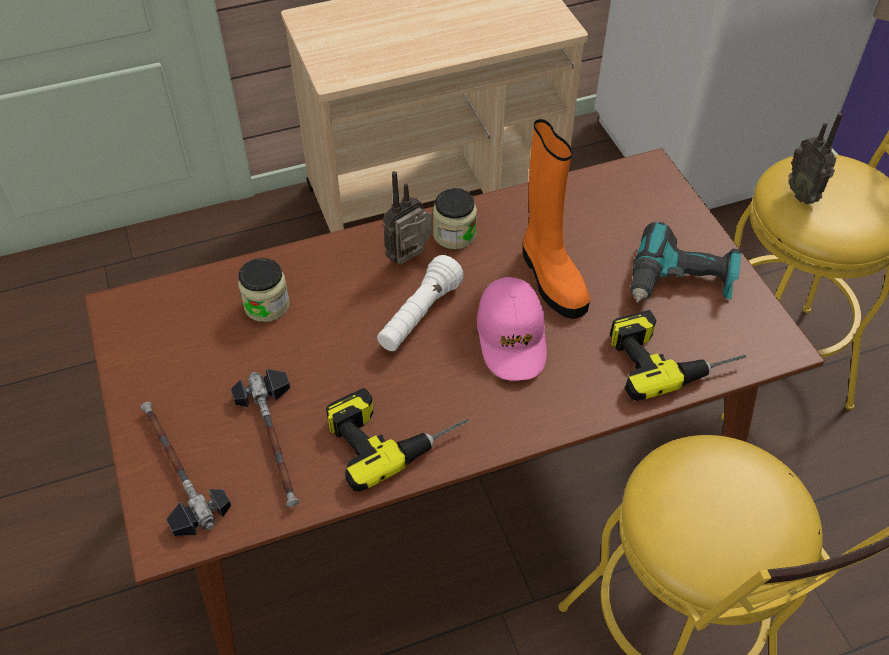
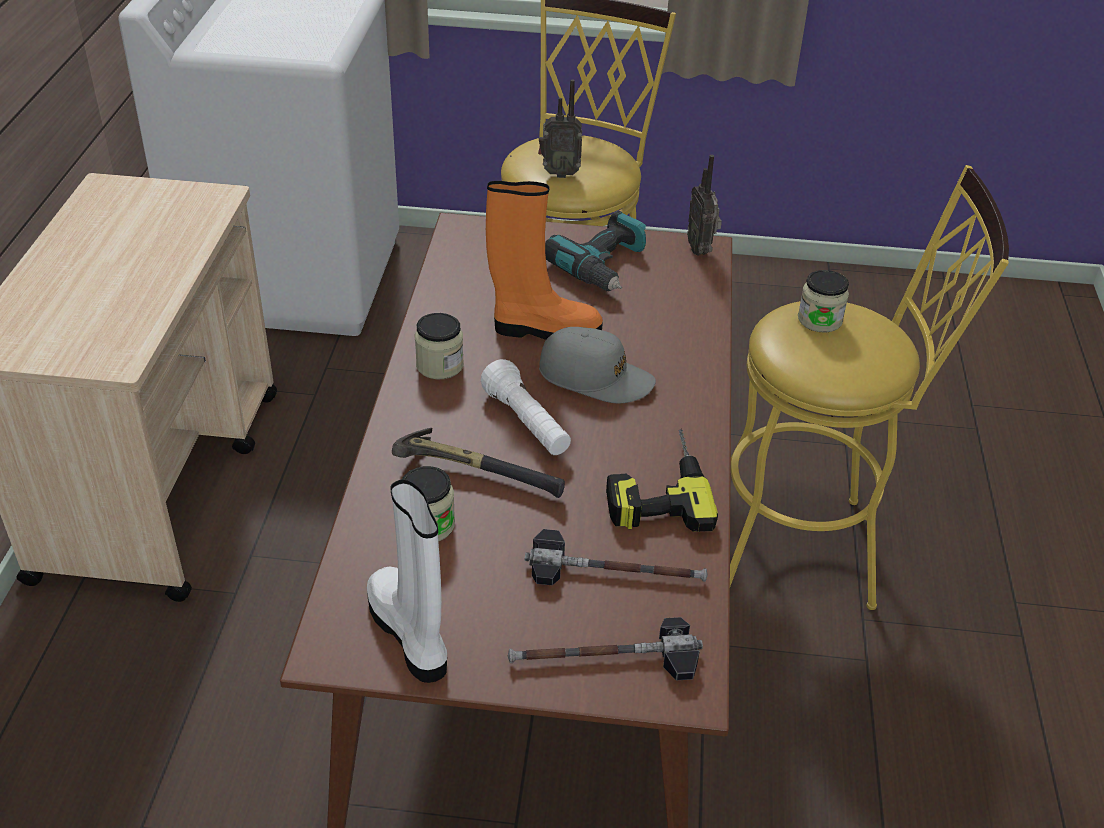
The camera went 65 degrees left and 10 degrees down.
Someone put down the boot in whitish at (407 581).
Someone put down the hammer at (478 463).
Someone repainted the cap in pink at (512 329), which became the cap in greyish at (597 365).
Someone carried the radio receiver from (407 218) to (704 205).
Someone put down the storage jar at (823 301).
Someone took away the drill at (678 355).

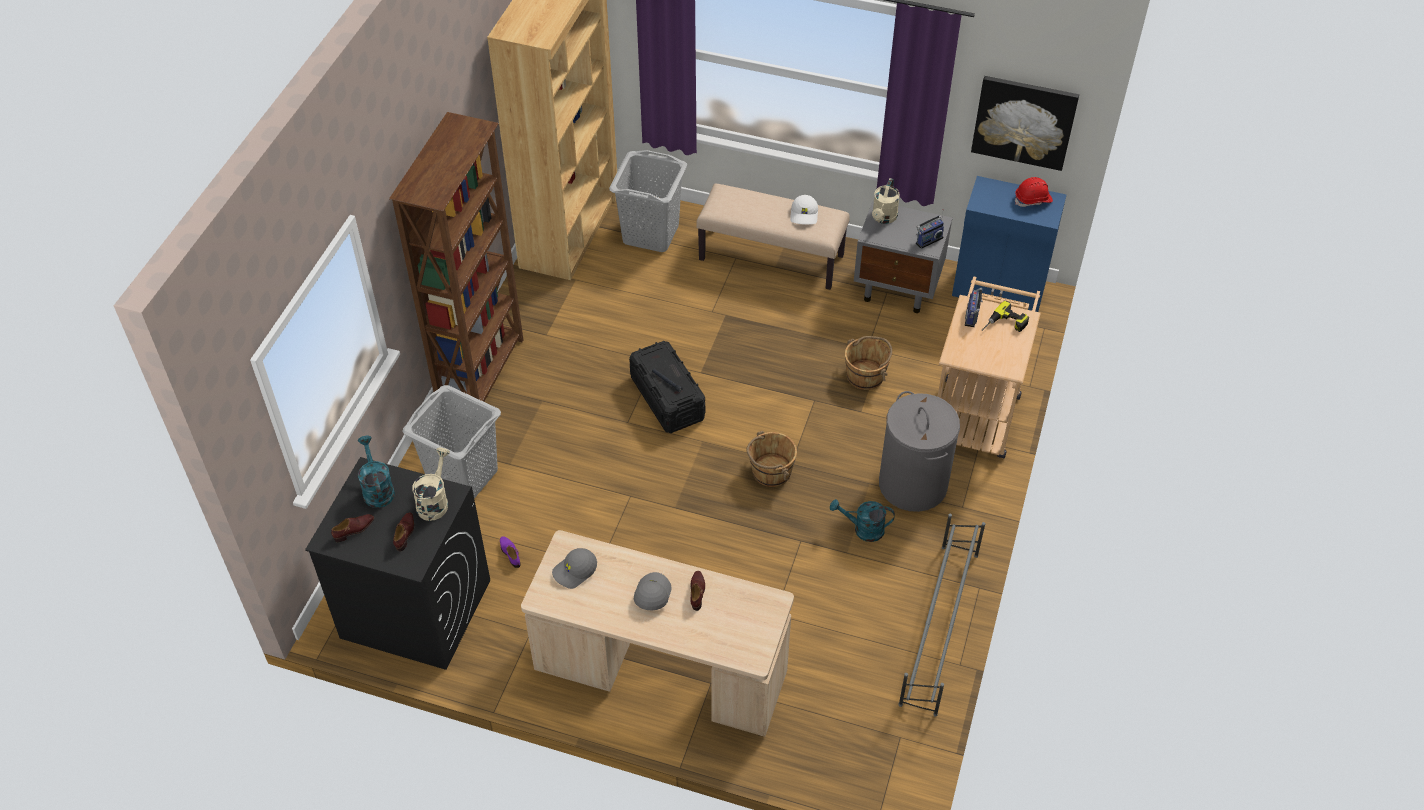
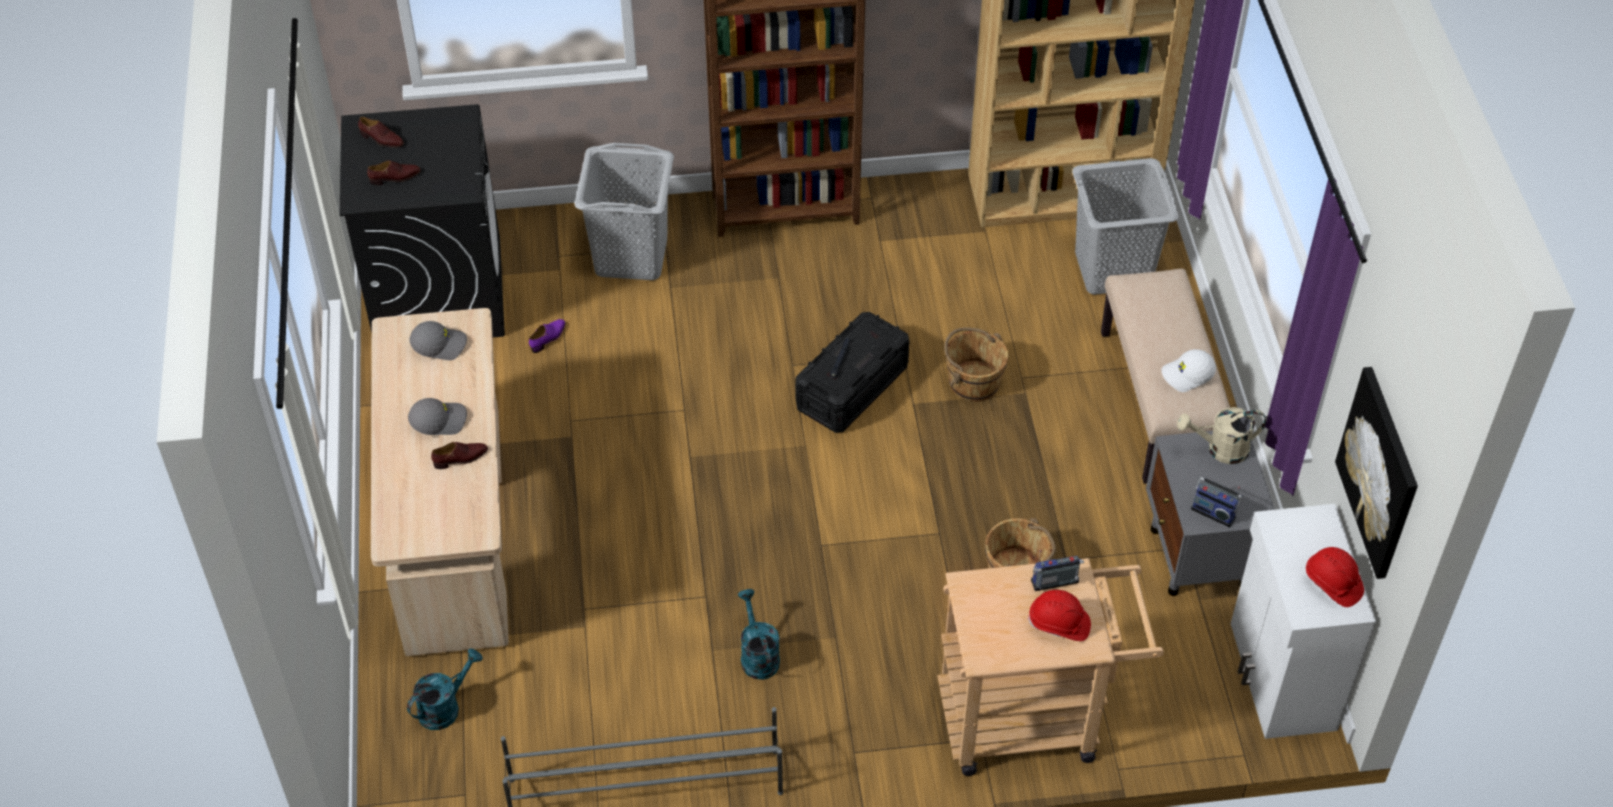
The camera went 65 degrees right and 0 degrees up.
Someone carried the watering can in turquoise from (376 471) to (445 689).
Someone rotated the cap in greyish at (574 568) by 150 degrees clockwise.
Someone carried the pail in brownish from (771 459) to (976 364).
Someone swapped the drill at (1005 316) for the work helmet in red at (1059 615).
Someone repainted the cupboard in blue-coloured at (1009 244), which became the cupboard in whitish at (1303 621).
Someone took away the watering can in beige at (431 484).
Someone took away the hamper in greyish at (919 451).

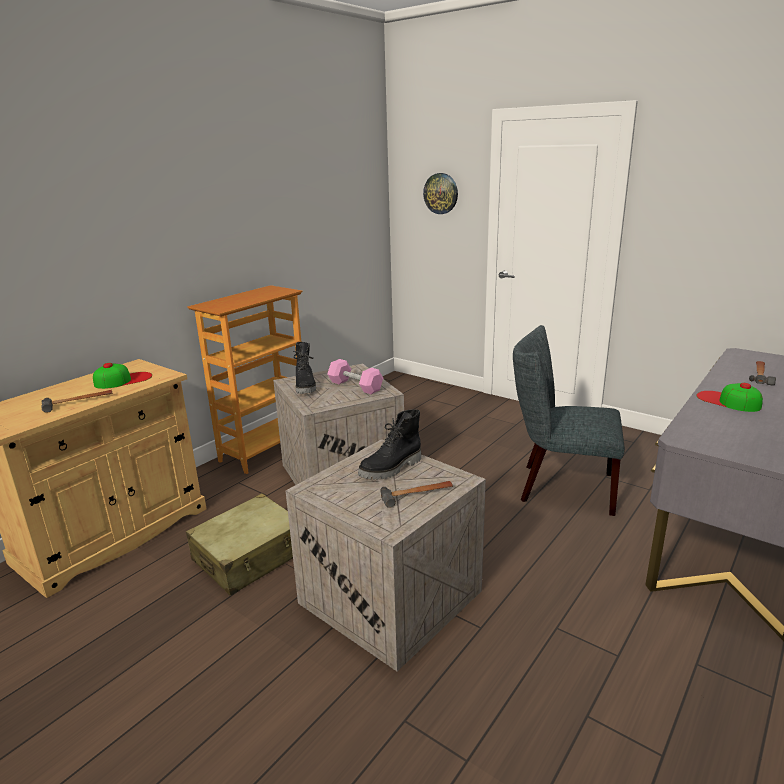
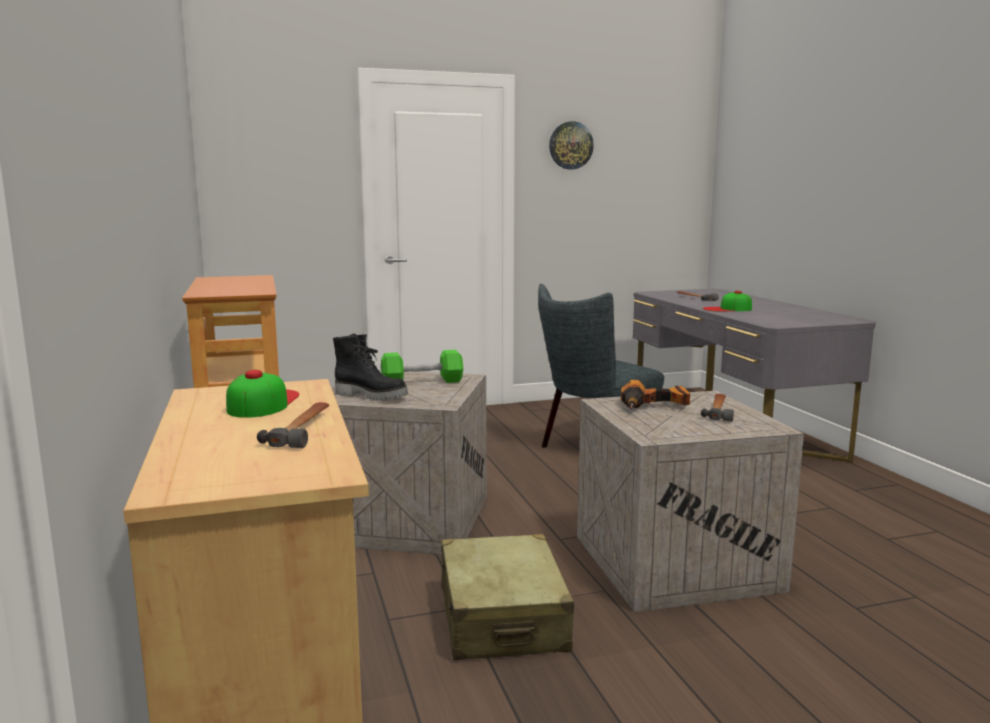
The camera went 55 degrees left and 10 degrees down.
Someone repainted the free weight in pink at (355 376), which became the free weight in green at (422 366).
Someone carried the clock on the wall from (440 193) to (571 145).
Someone swapped the boot in black at (389 444) for the drill at (655 394).

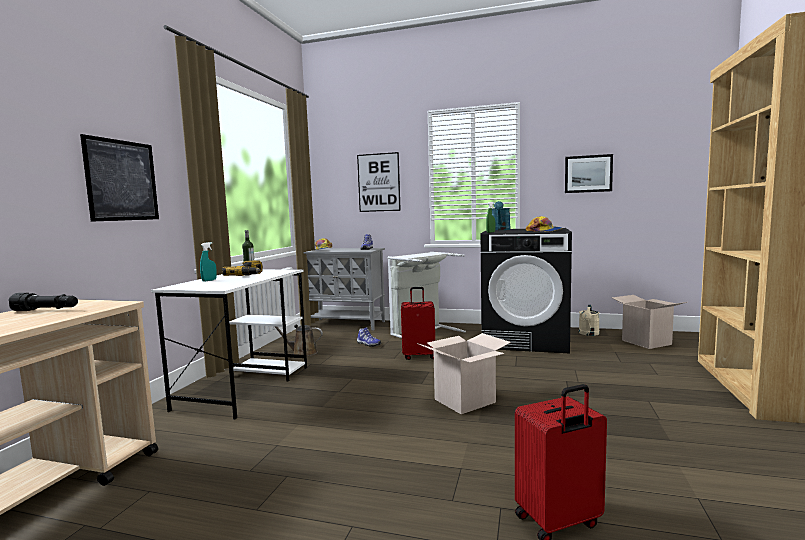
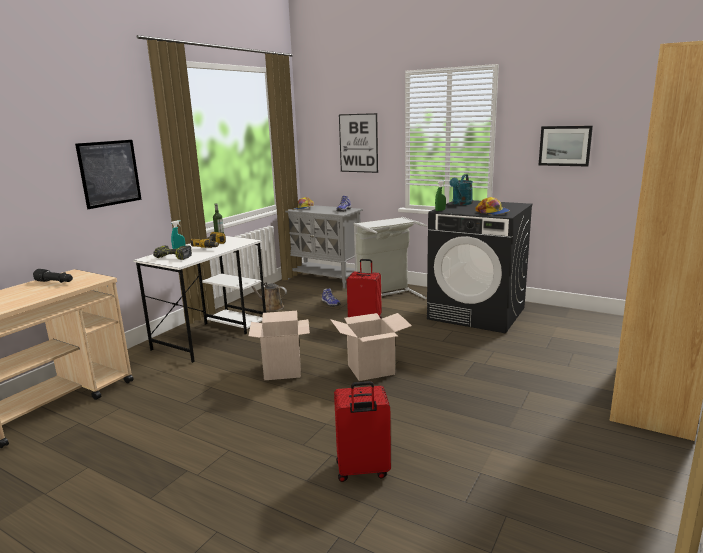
The camera went 15 degrees right and 10 degrees up.
Someone put down the drill at (172 252).
Someone carried the packing box from (649 322) to (279 345).
Someone took away the watering can in beige at (589 320).

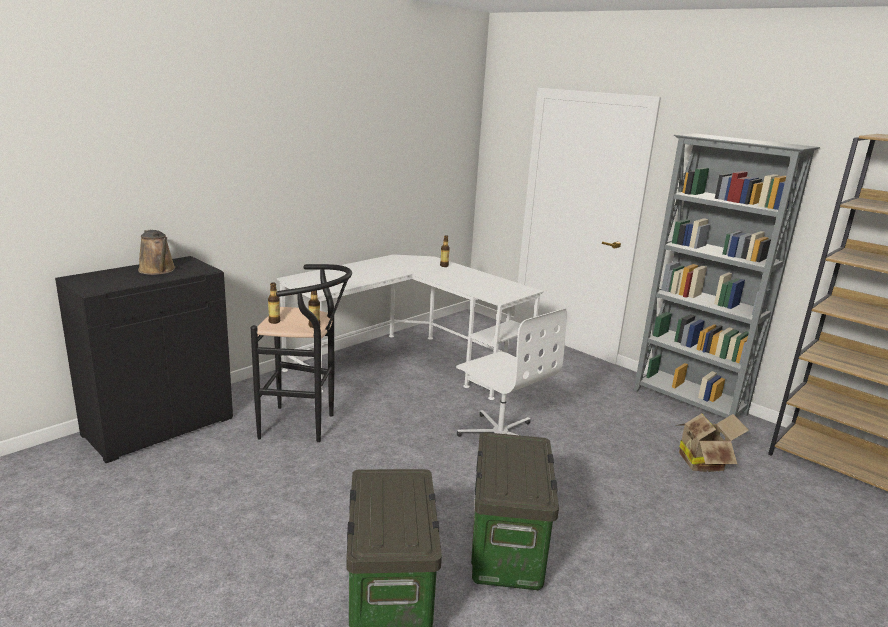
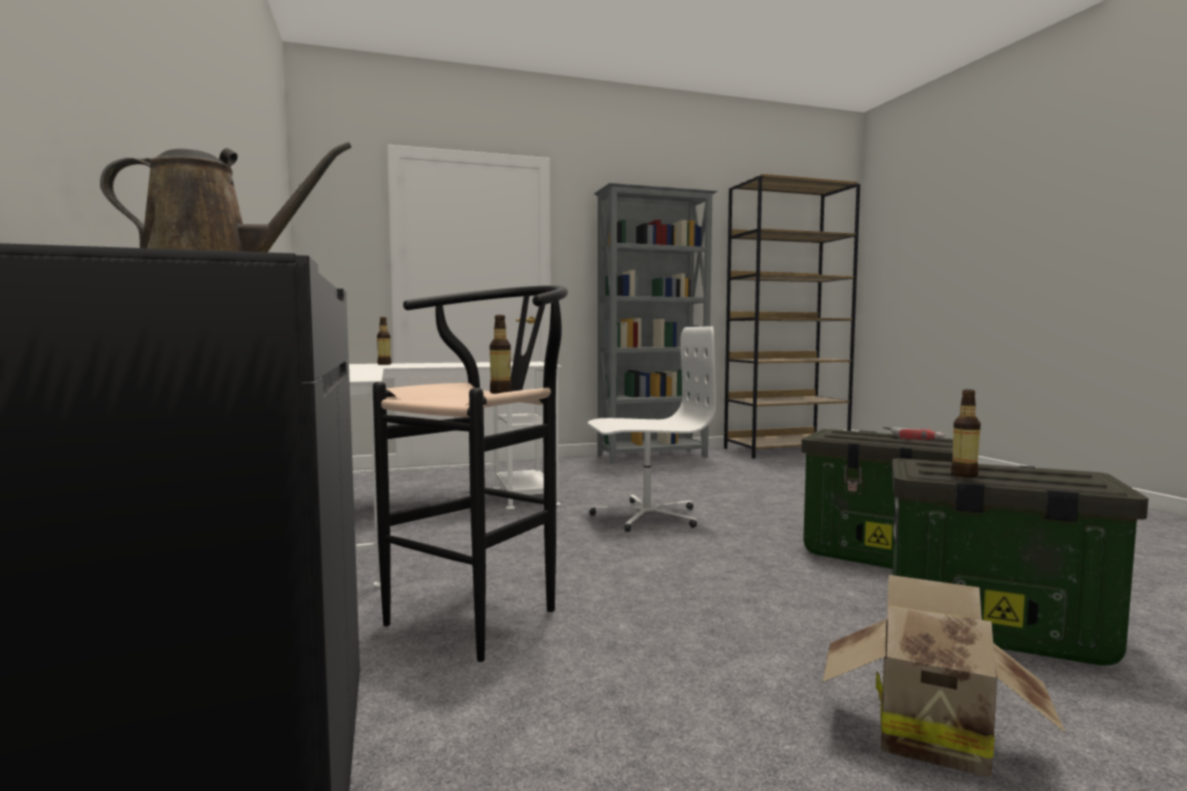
The camera went 60 degrees left and 15 degrees down.
Someone carried the packing box from (714 442) to (944 676).
Someone put down the drill at (914 433).
Someone carried the drink bottle from (274 303) to (966 433).

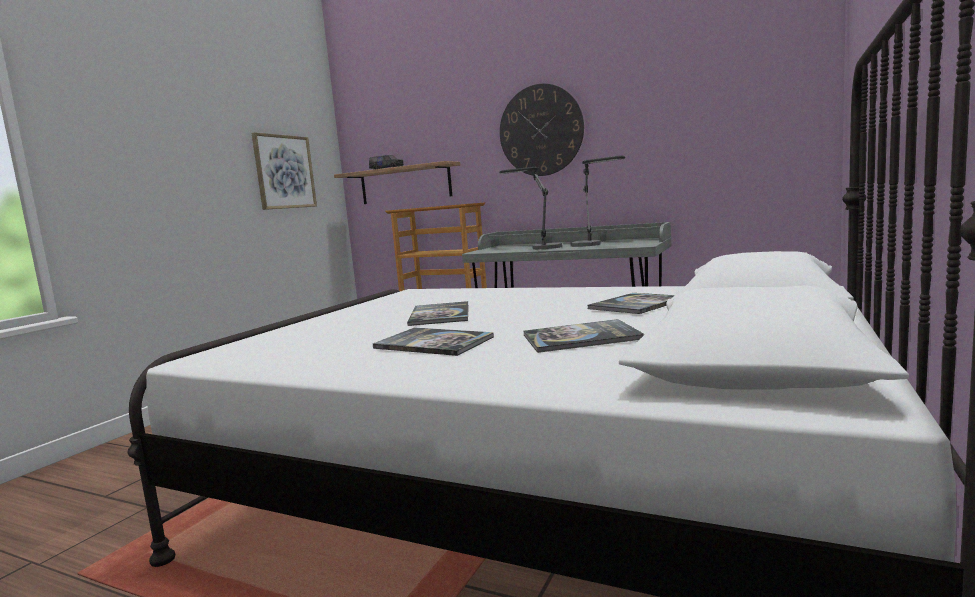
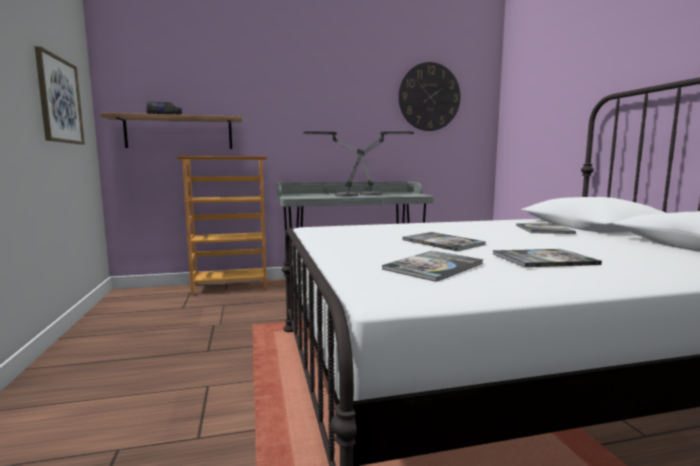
The camera went 40 degrees left and 0 degrees up.
Someone carried the book from (584 336) to (432 266).
Someone carried the clock on the wall from (542 130) to (429 96).

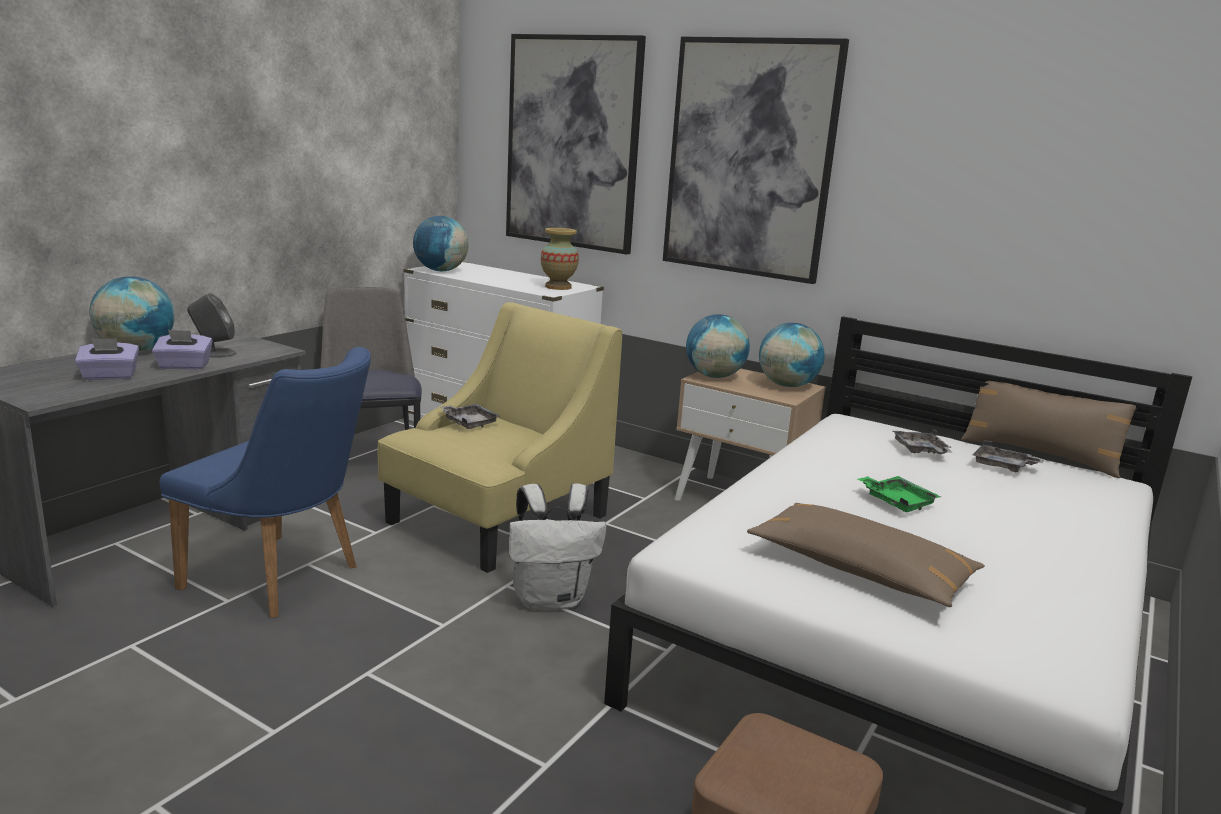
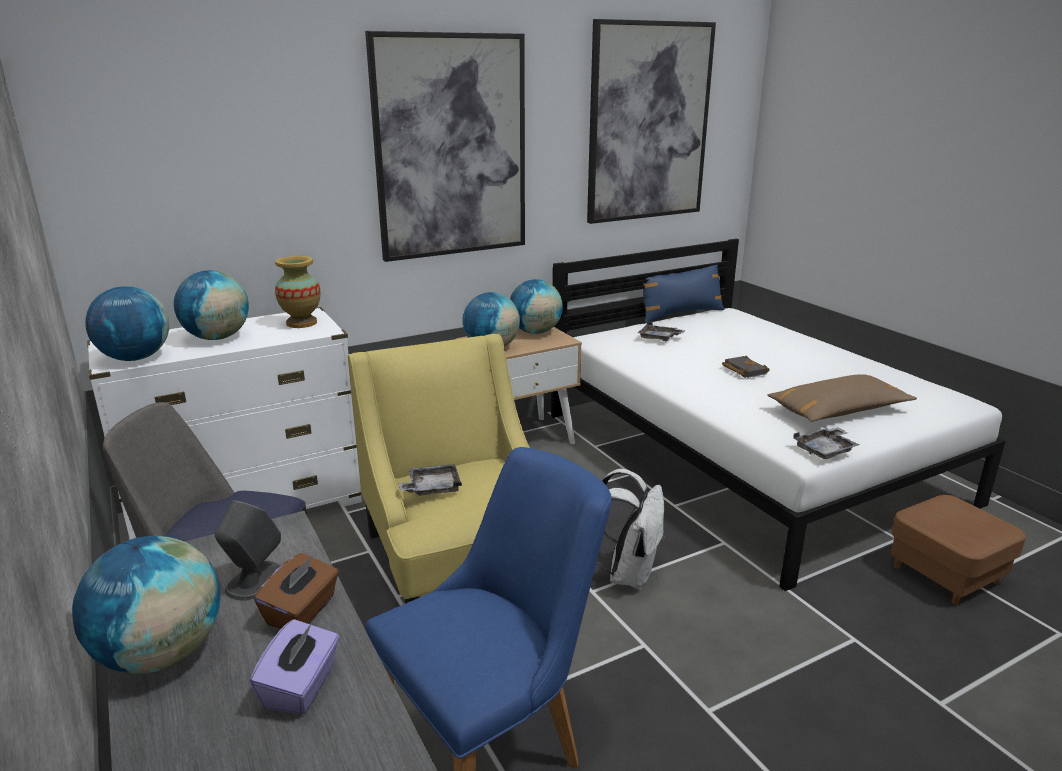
The camera went 60 degrees left and 5 degrees up.
Someone put down the globe at (211 305).
Someone repainted the box of tissues in purple-coloured at (182 349), which became the box of tissues in brownish at (296 591).
Someone carried the wall picture from (576 144) to (651 121).
Someone repainted the pillow in brownish at (1049 429), which became the pillow in blue-coloured at (684 294).
Someone swapped the carrying tray in green at (899 494) for the book in black at (746 366).
Someone carried the carrying tray in greyish from (1009 456) to (826 443).

